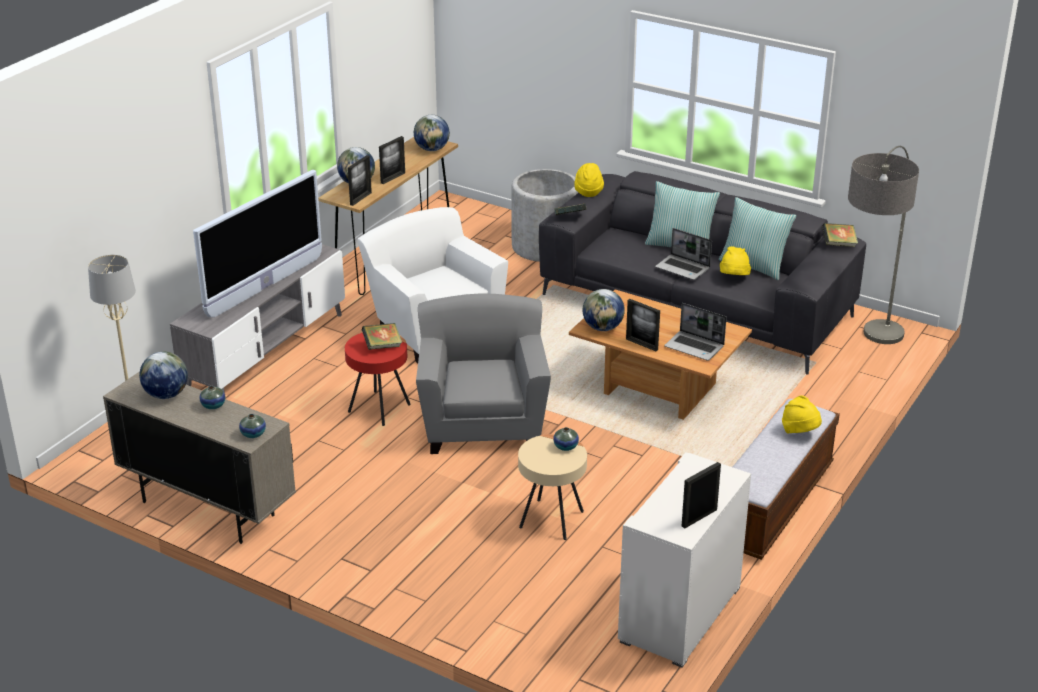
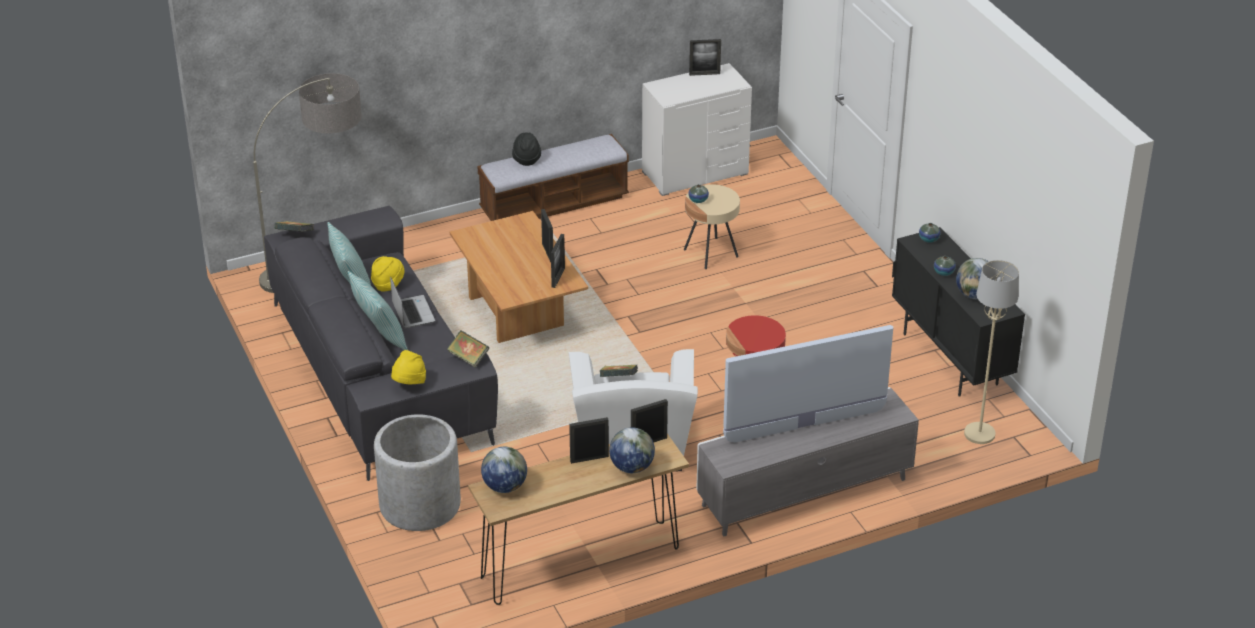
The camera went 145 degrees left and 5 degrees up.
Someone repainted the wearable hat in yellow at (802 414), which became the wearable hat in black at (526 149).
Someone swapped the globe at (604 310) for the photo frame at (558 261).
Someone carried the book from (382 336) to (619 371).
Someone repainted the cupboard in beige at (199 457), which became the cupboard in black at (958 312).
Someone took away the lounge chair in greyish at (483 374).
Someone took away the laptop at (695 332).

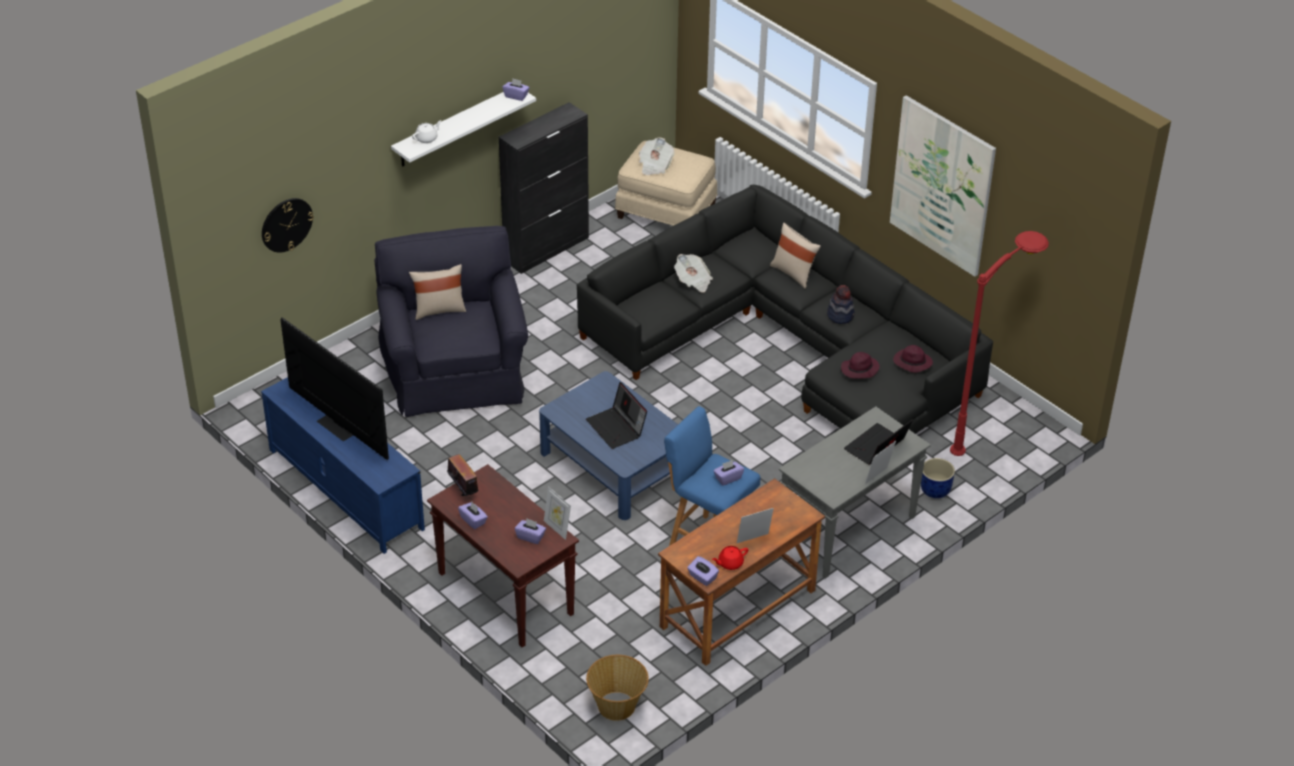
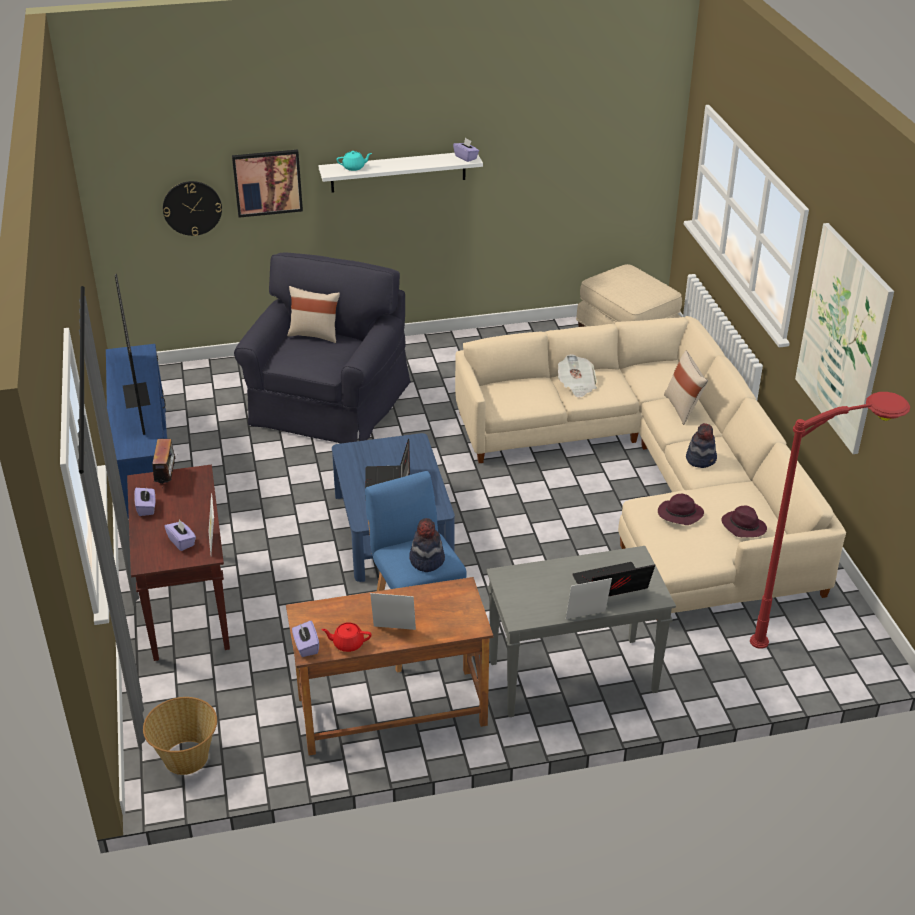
The camera went 30 degrees right and 5 degrees down.
Someone put up the wall picture at (267 183).
Someone repainted the pot for tea in whitish at (426 131), which became the pot for tea in turquoise at (354 161).
Someone swapped the box of tissues in purple-coloured at (729 473) for the wearable hat at (427 545).
Someone repainted the couch in black at (785 309), which became the couch in beige at (650 464).
Someone took away the cupboard in black at (544 188).
Someone took away the newspaper at (657 156).
Someone took away the flower pot in blue-coloured at (938 478).

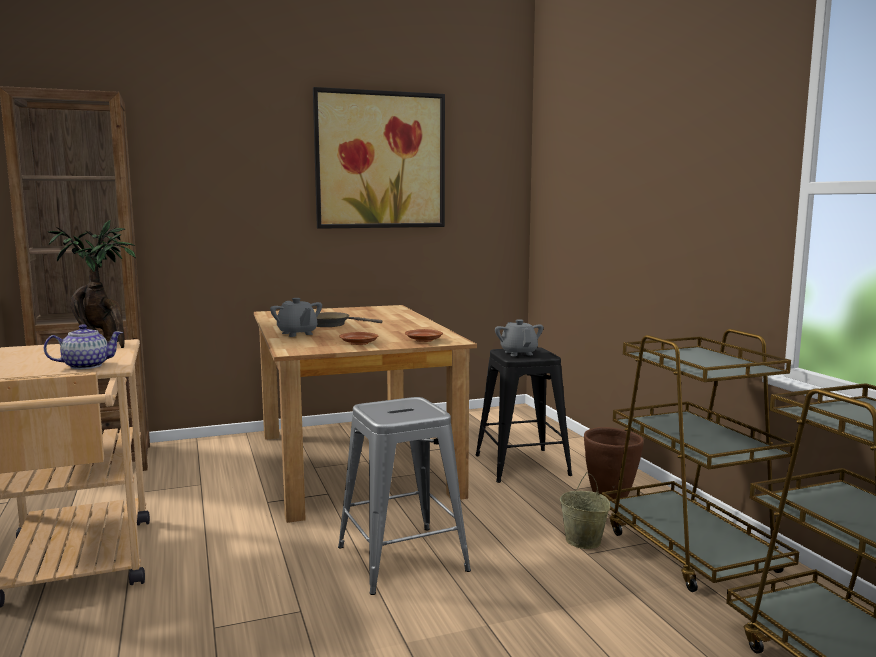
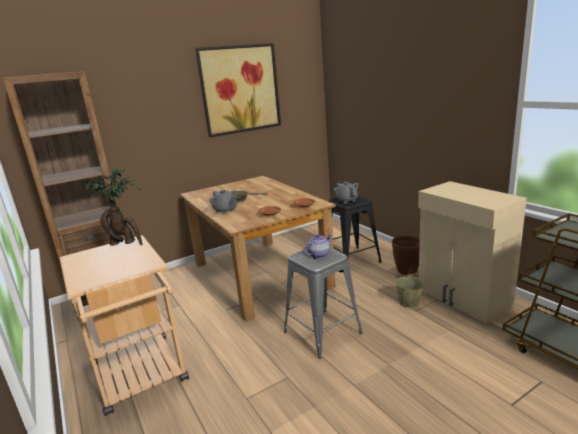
The camera went 10 degrees left and 10 degrees up.
Someone carried the pot for tea from (83 346) to (318 246).
Someone swapped the wheeled cart in brownish at (700 460) for the cupboard in beige at (472 252).

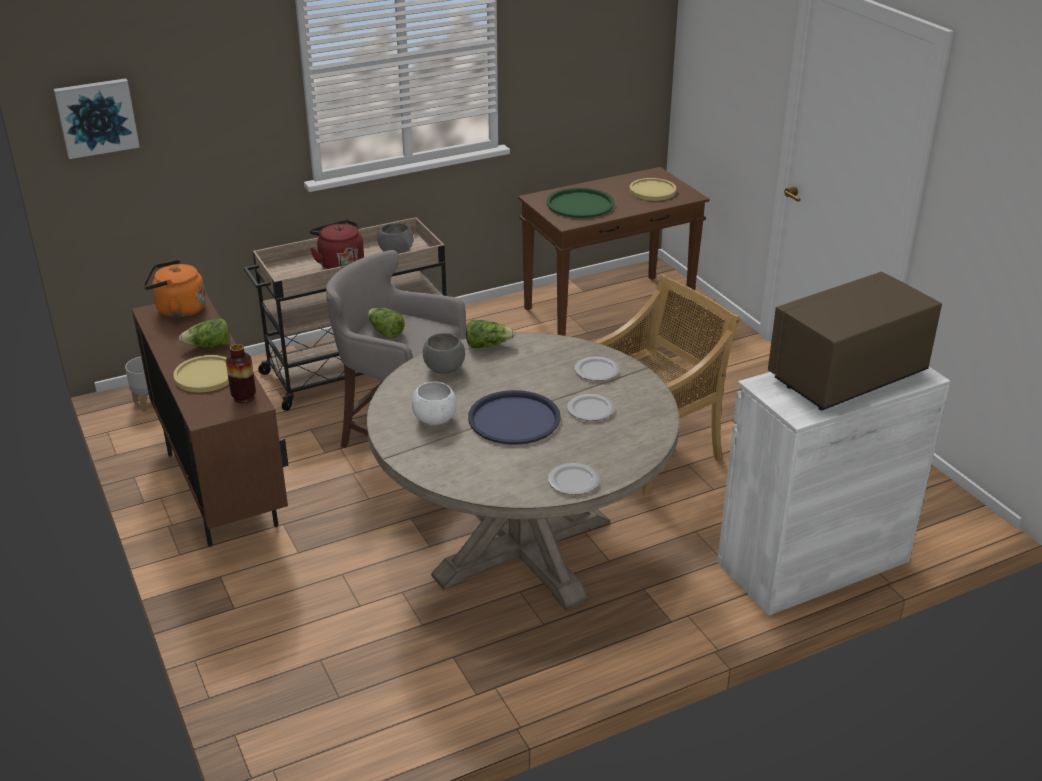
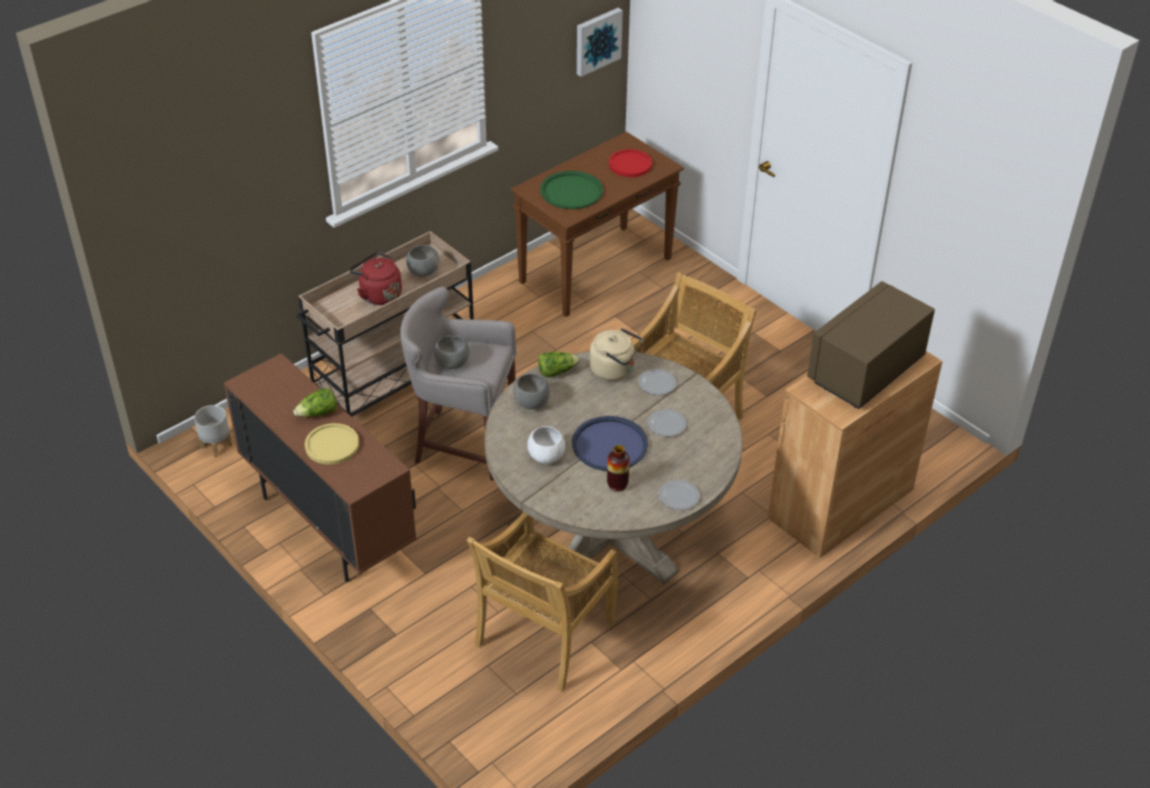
The camera went 15 degrees left and 10 degrees up.
Someone swapped the lettuce at (386 323) for the serving bowl in greyish at (451 352).
Someone put down the upright chair in beige at (542 601).
Someone carried the wall picture from (97 118) to (600 42).
Someone put down the kettle in beige at (616 354).
Someone carried the decorative vase from (241 373) to (618 468).
Someone repainted the flat dish in yellow at (652 189), which became the flat dish in red at (630 163).
Someone repainted the cupboard in whitish at (833 491), which became the cupboard in brownish at (855 454).
Someone took away the kettle in orange at (174 289).

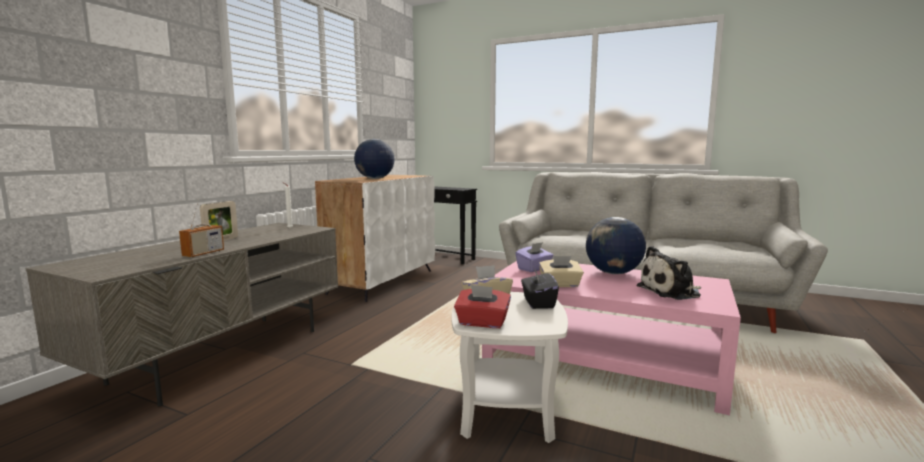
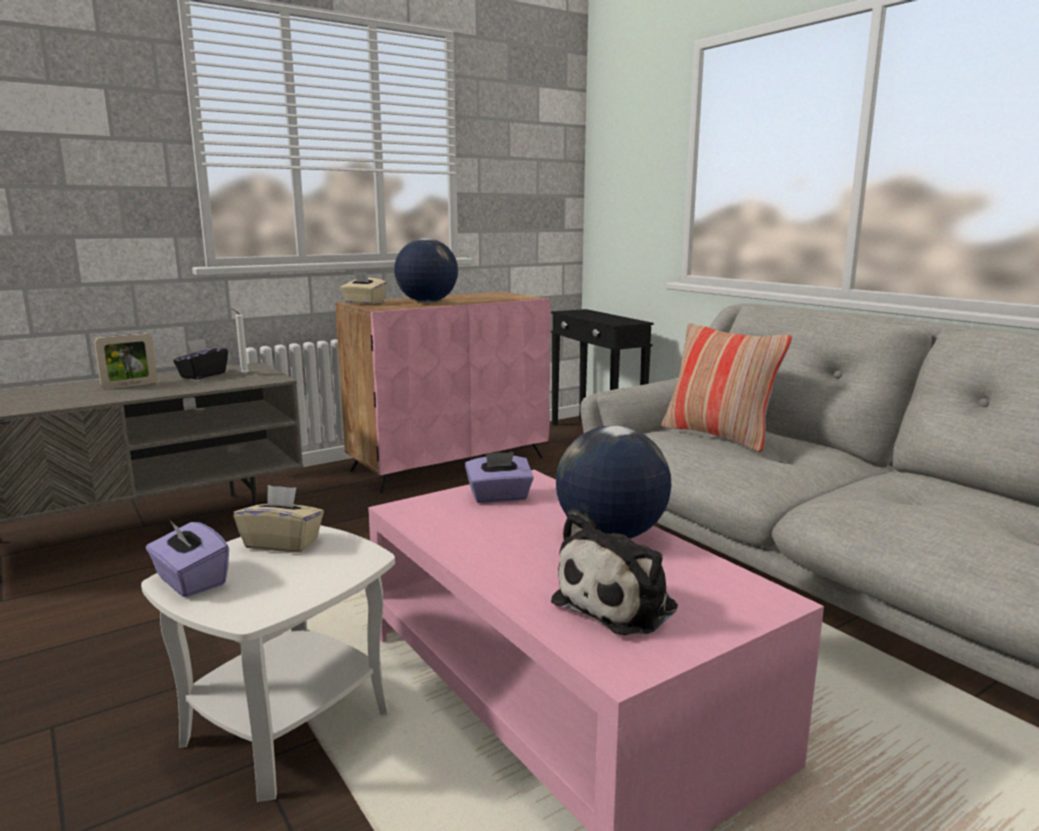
The camera went 30 degrees right and 5 degrees up.
Someone repainted the box of tissues in red at (482 306), which became the box of tissues in purple-coloured at (187 557).
Someone carried the box of tissues in black from (540 287) to (200 359).
Someone repainted the cupboard in whitish at (375 238), which became the cupboard in pink at (443 392).
Someone carried the box of tissues in beige from (561 271) to (363 288).
Someone rotated the soft toy at (668 273) by 60 degrees counterclockwise.
Someone put down the pillow at (726 387).
Someone took away the radio receiver at (201 228).

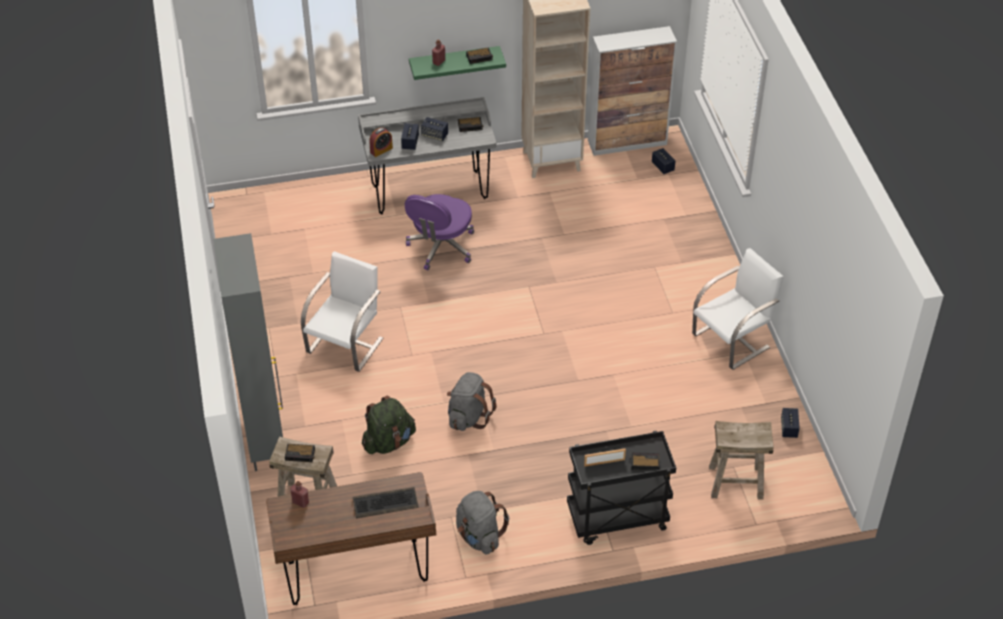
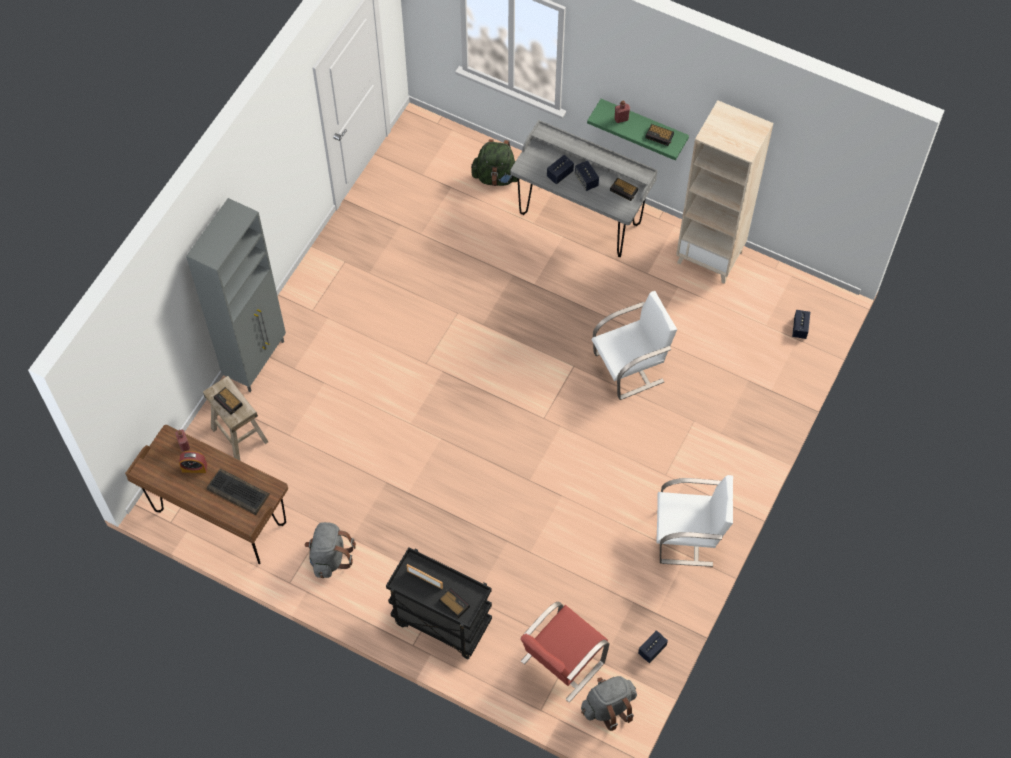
The camera went 40 degrees right and 15 degrees up.
Someone carried the bedside clock from (381 142) to (193 462).
Someone carried the rucksack in green from (389 425) to (494 162).
Someone swapped the stool in beige at (741 460) for the upright chair in red at (564 651).
Someone carried the rucksack in greyish from (472 401) to (609 703).
Someone carried the upright chair in whitish from (342 311) to (634 345).
Someone took away the computer chair in purple-coloured at (439 232).
Someone took away the cupboard at (632 91).

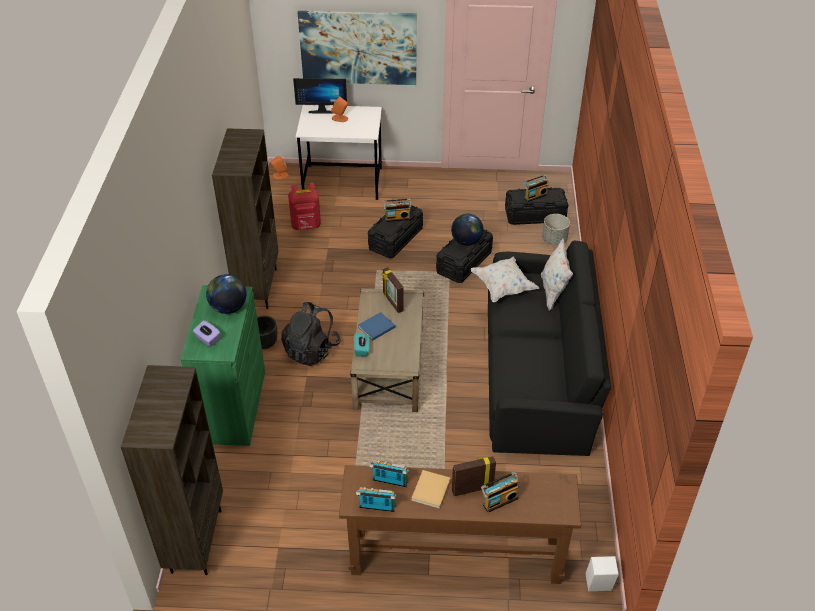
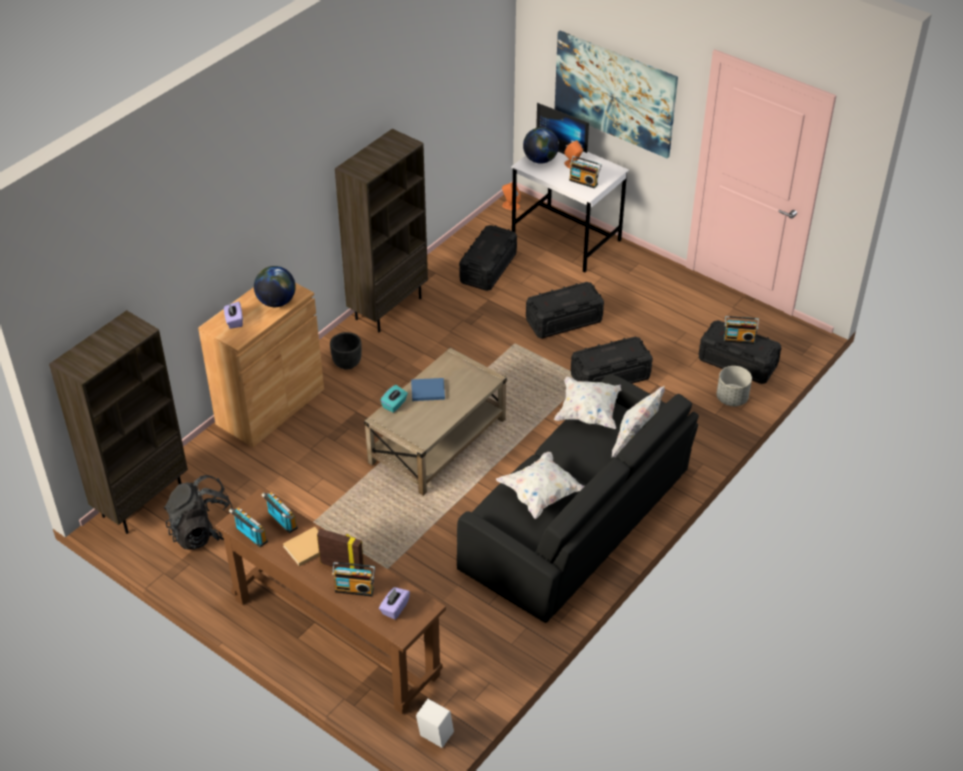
The camera went 35 degrees right and 0 degrees up.
Someone carried the rucksack in black from (310 334) to (198 512).
Someone repainted the cupboard in green at (223 365), which became the cupboard in brownish at (261 365).
Someone put down the box of tissues in purple-coloured at (394 603).
Someone swapped the rucksack in red at (304 206) for the storage container in black at (488 258).
Someone put down the pillow in whitish at (540 485).
Someone carried the globe from (467 230) to (541 145).
Someone carried the radio receiver from (397 210) to (585 172).
Someone took away the photo frame at (393 290).

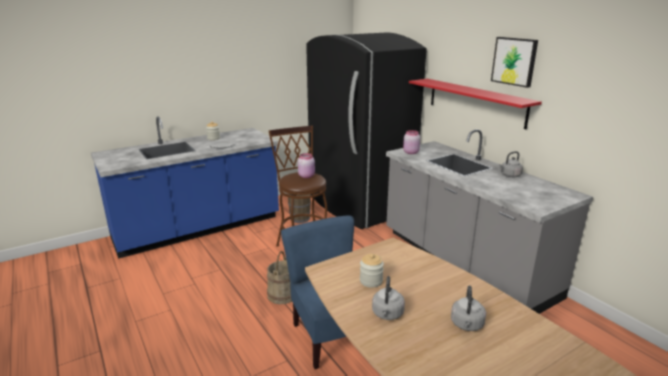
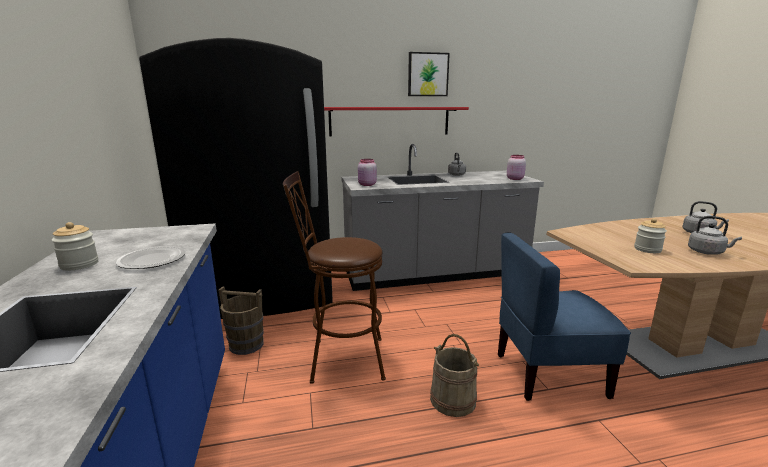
The camera went 70 degrees left and 5 degrees down.
Someone carried the storage jar in pink from (306 165) to (516 167).

